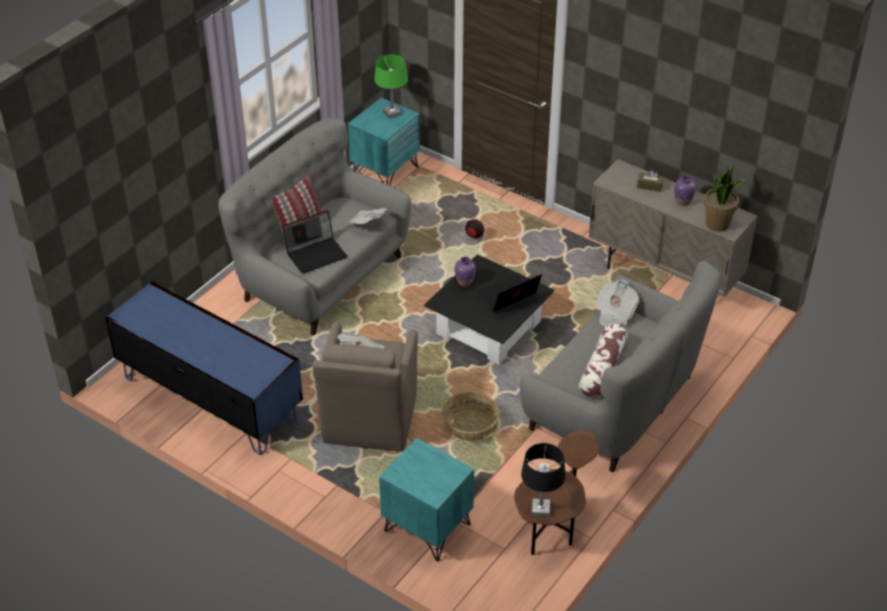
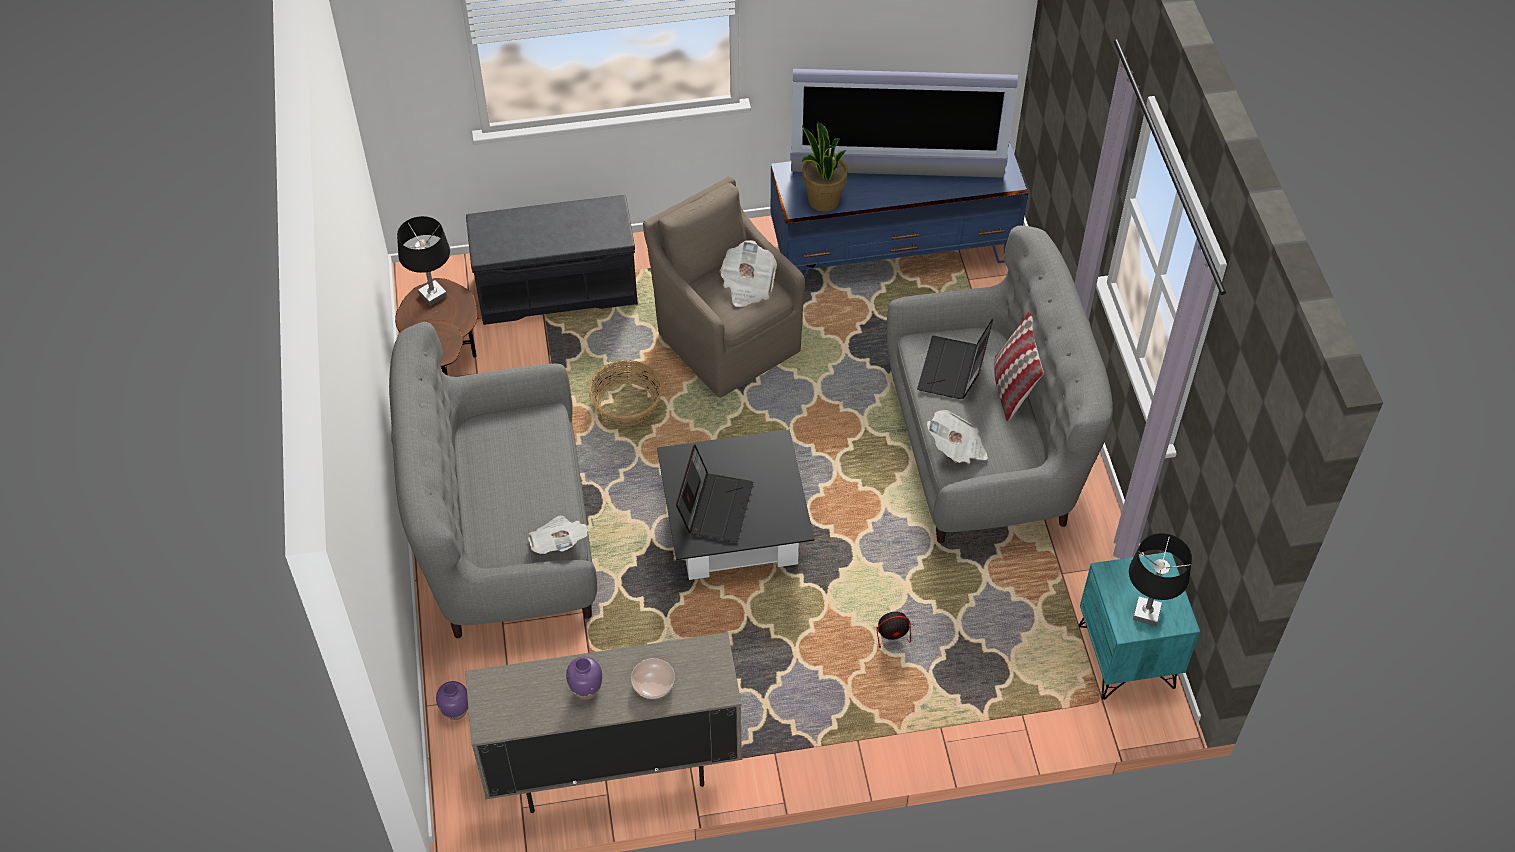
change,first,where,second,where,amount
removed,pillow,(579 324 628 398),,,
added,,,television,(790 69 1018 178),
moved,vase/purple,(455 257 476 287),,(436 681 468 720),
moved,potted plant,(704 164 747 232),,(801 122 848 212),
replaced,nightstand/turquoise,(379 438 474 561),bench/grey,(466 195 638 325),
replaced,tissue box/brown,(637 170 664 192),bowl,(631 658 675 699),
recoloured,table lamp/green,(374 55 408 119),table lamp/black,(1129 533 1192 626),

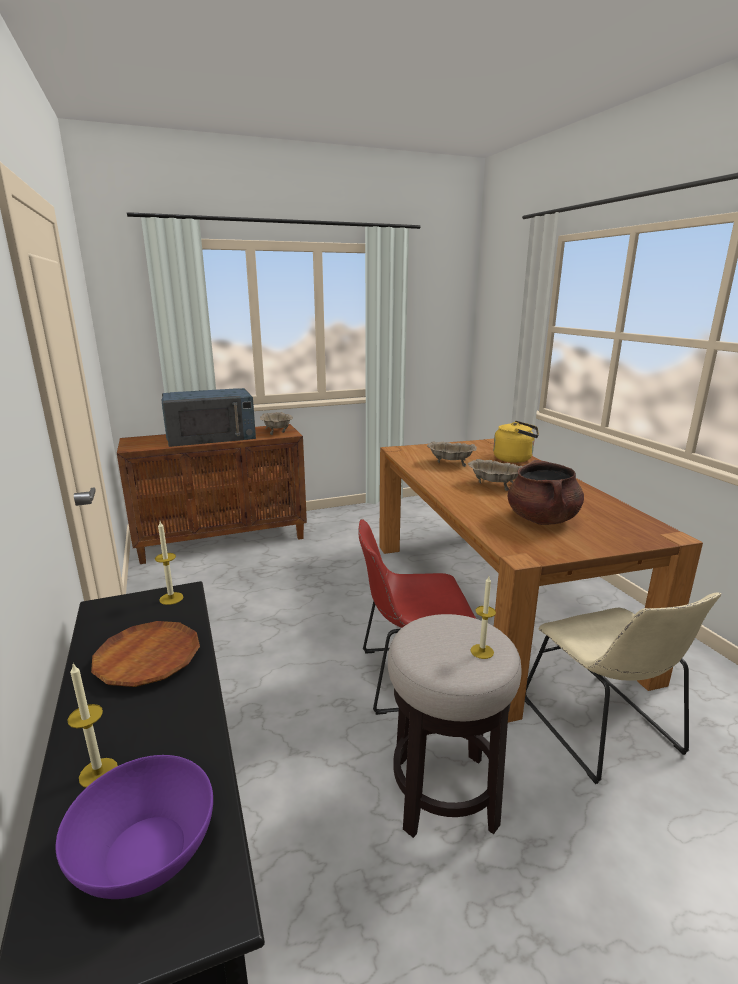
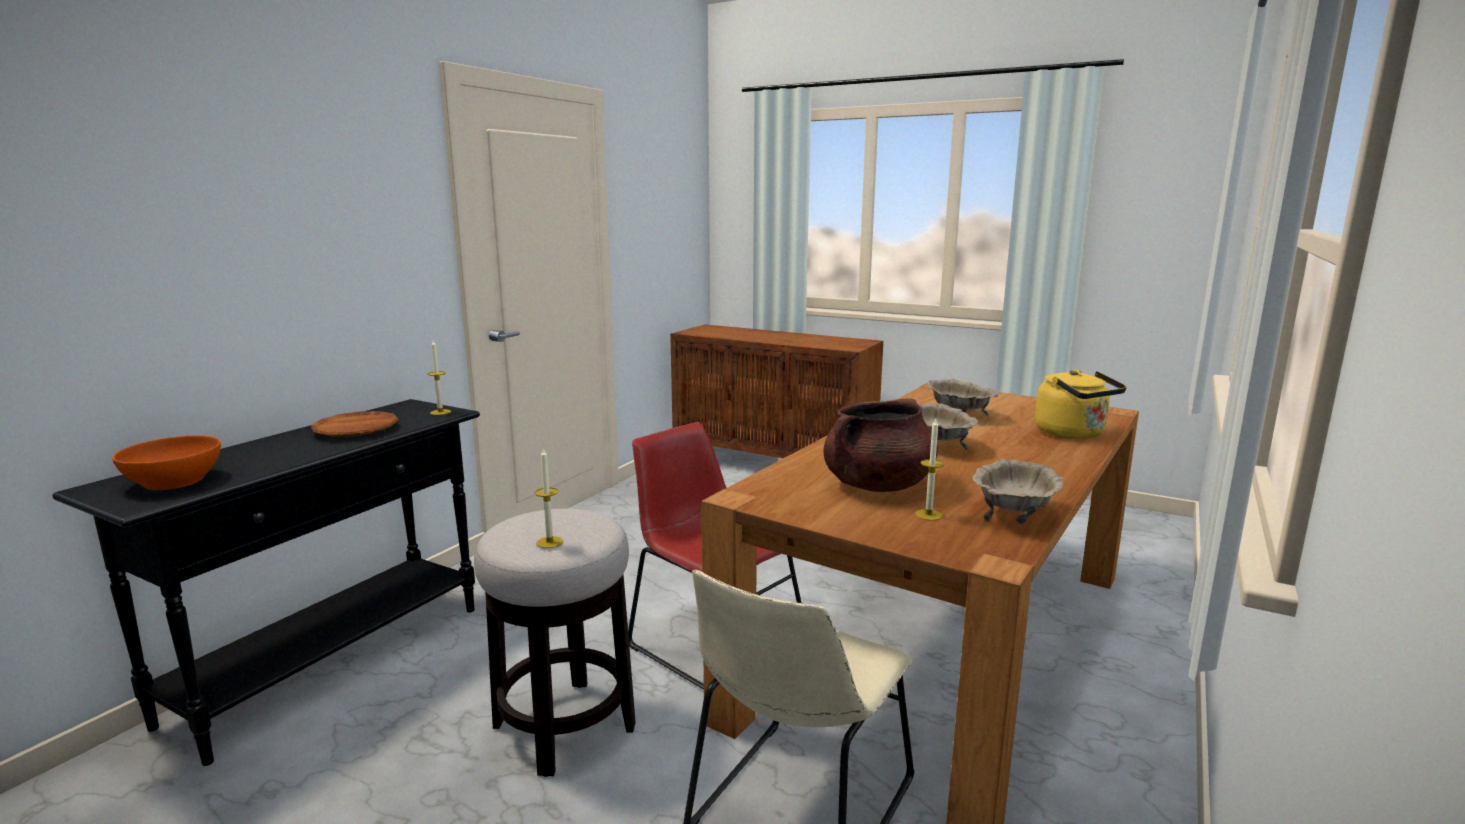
change,first,where,second,where,amount
removed,microwave/blue,(161 388 256 447),,,
moved,candle,(68 664 118 788),,(915 419 944 521),
moved,bowl/beige,(260 412 293 435),,(972 459 1064 524),
recoloured,bowl/purple,(56 755 213 899),bowl/orange,(112 435 221 490),

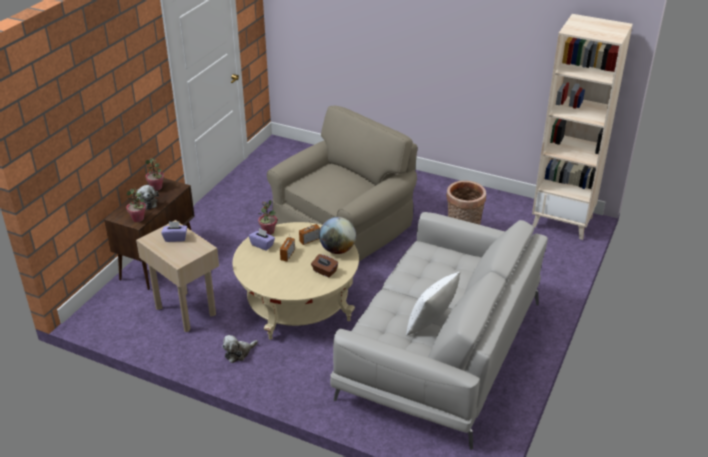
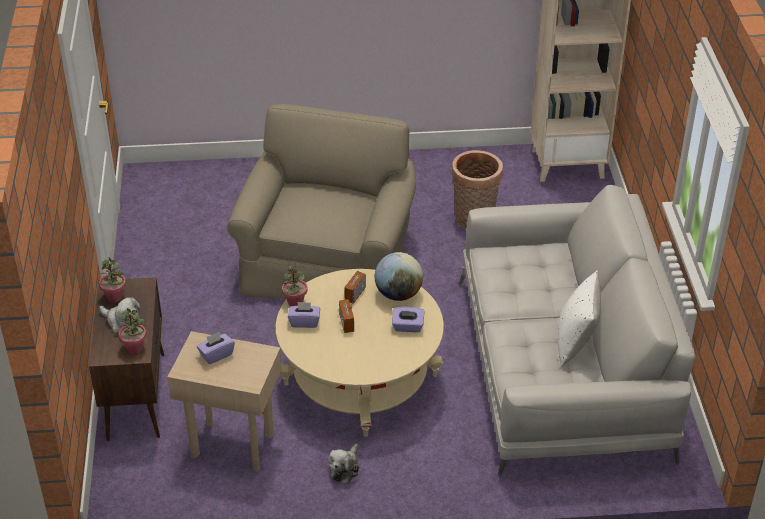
change,first,where,second,where,amount
recoloured,tissue box/brown,(311 254 338 277),tissue box/purple,(392 307 425 332),

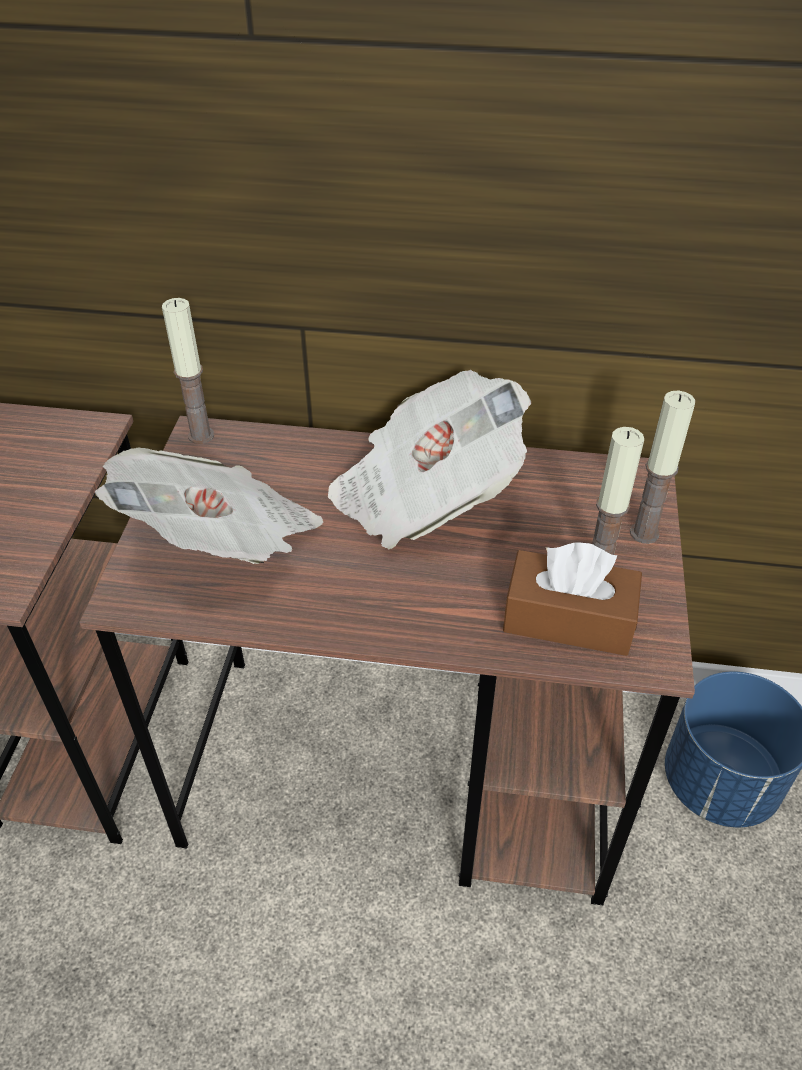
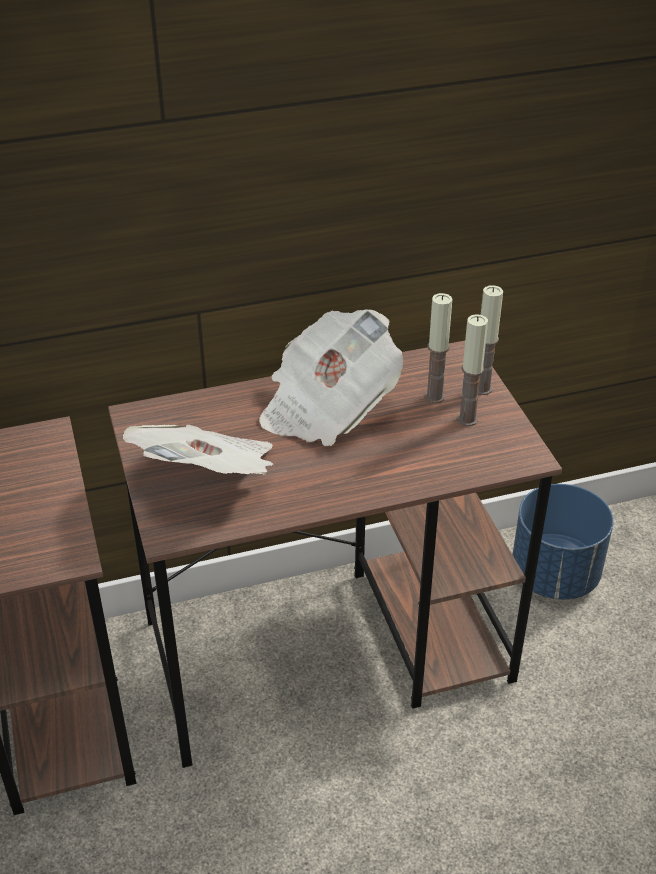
change,first,where,second,where,amount
removed,tissue box/brown,(503 542 642 656),,,
moved,candle,(162 298 214 444),,(425 293 452 404),

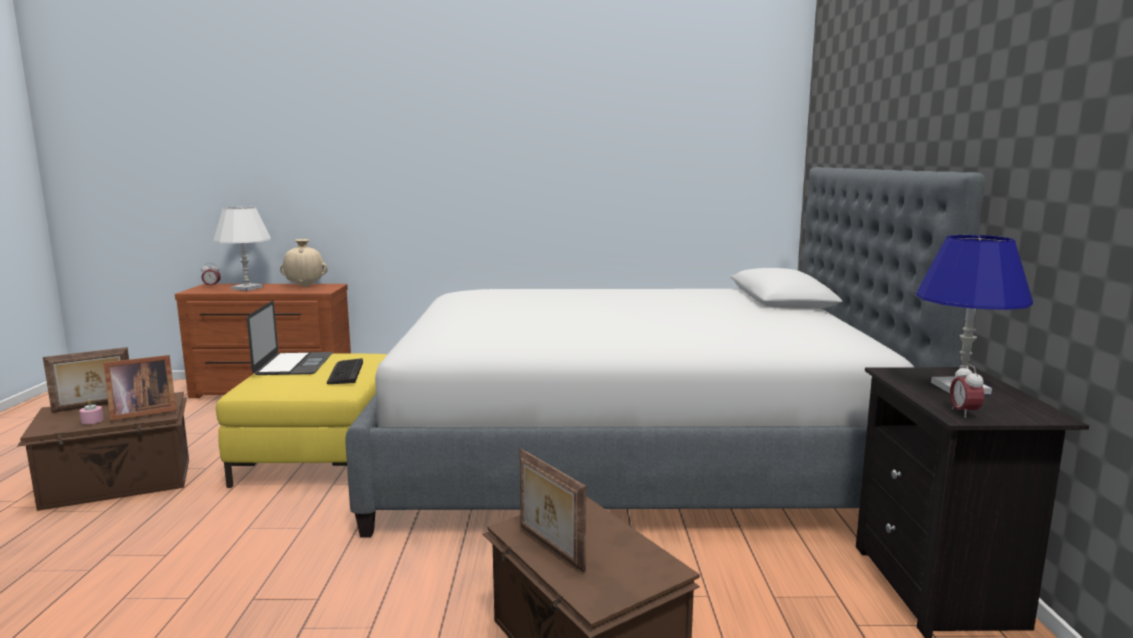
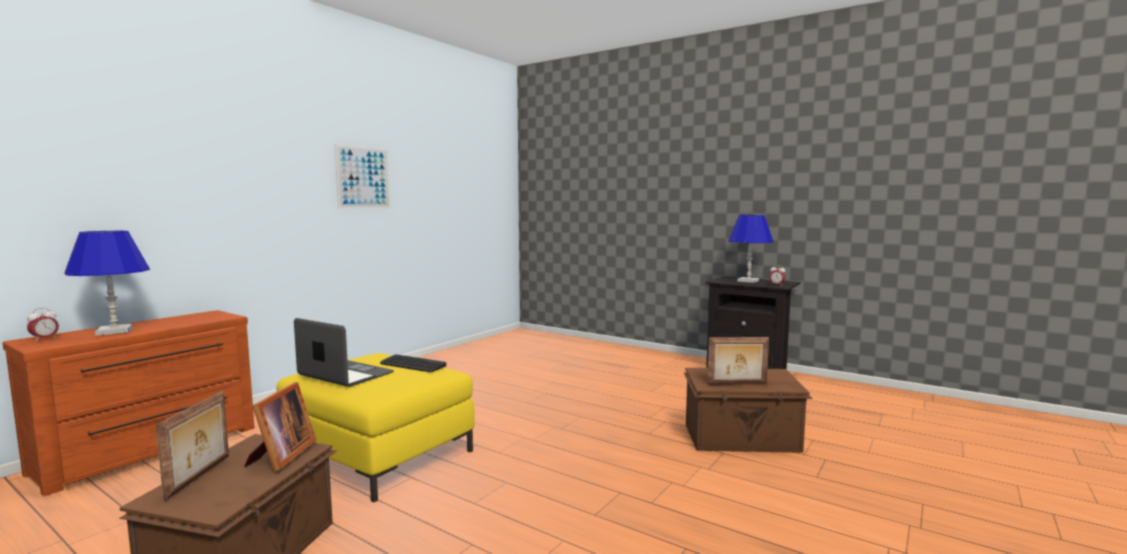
change,first,where,second,where,amount
removed,candle/pink,(79 399 104 424),,,
removed,vase/beige,(280 239 328 287),,,
removed,bed,(346 167 985 538),,,
added,,,picture,(335 144 391 209),
recoloured,table lamp/white,(213 207 271 291),table lamp/blue,(65 231 150 336),

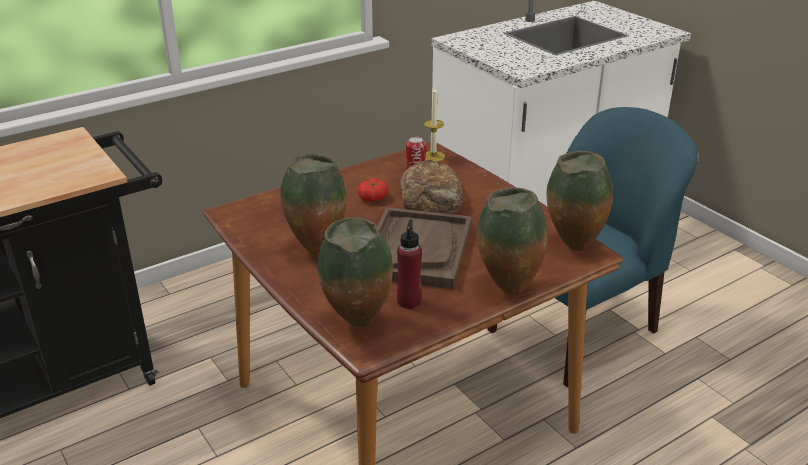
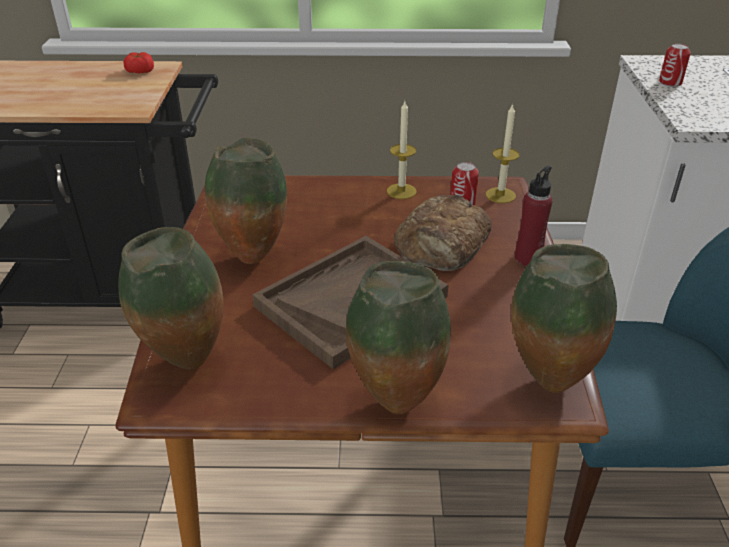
change,first,where,second,where,amount
added,,,candle,(387 101 417 199),
added,,,can,(659 43 691 87),
moved,tomato,(357 178 389 202),,(124 52 154 73),
moved,bottle/red,(397 220 422 309),,(515 166 553 266),

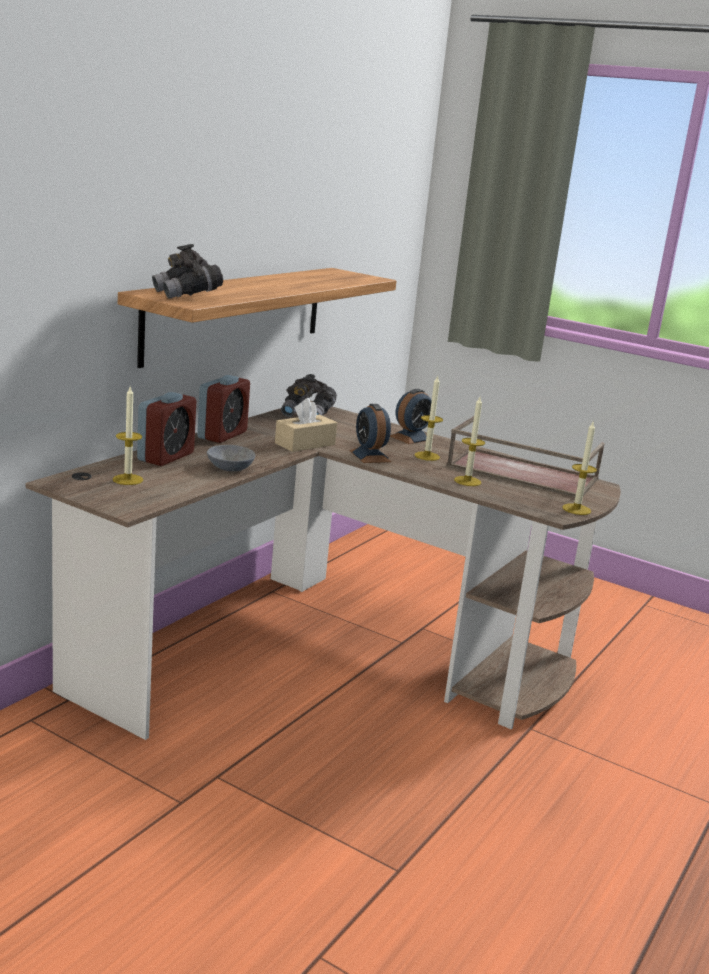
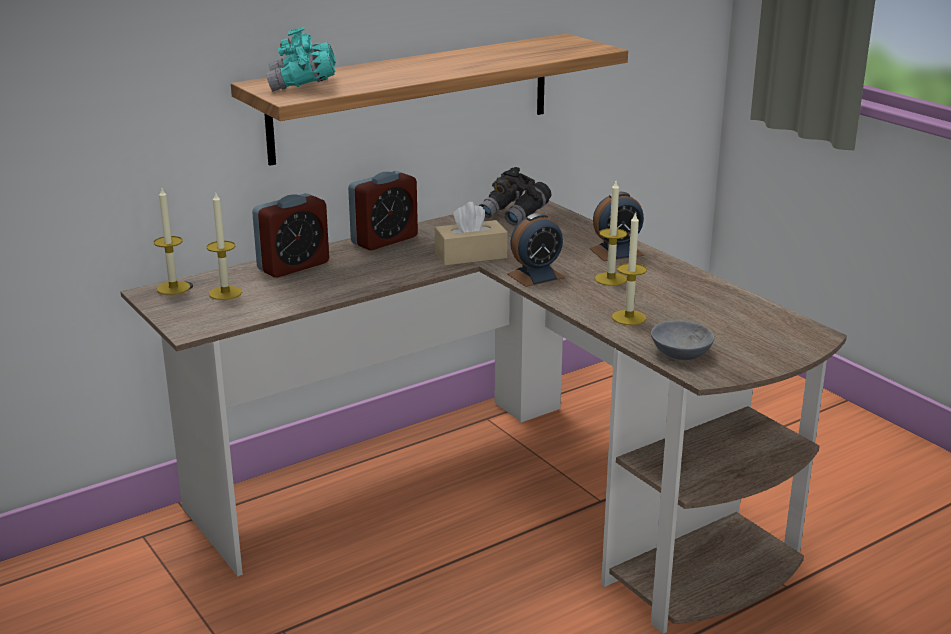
change,first,where,second,where,amount
removed,tray/brown,(446 416 605 497),,,
moved,bowl/grey,(207 445 255 471),,(651 321 714 360),
moved,candle,(562 422 597 515),,(154 186 190 295),
recoloured,binoculars/grey,(152 244 223 299),binoculars/turquoise,(266 27 336 91),
turned,alarm clock,(350 404 391 463),,(507 213 565 287),120 degrees counterclockwise

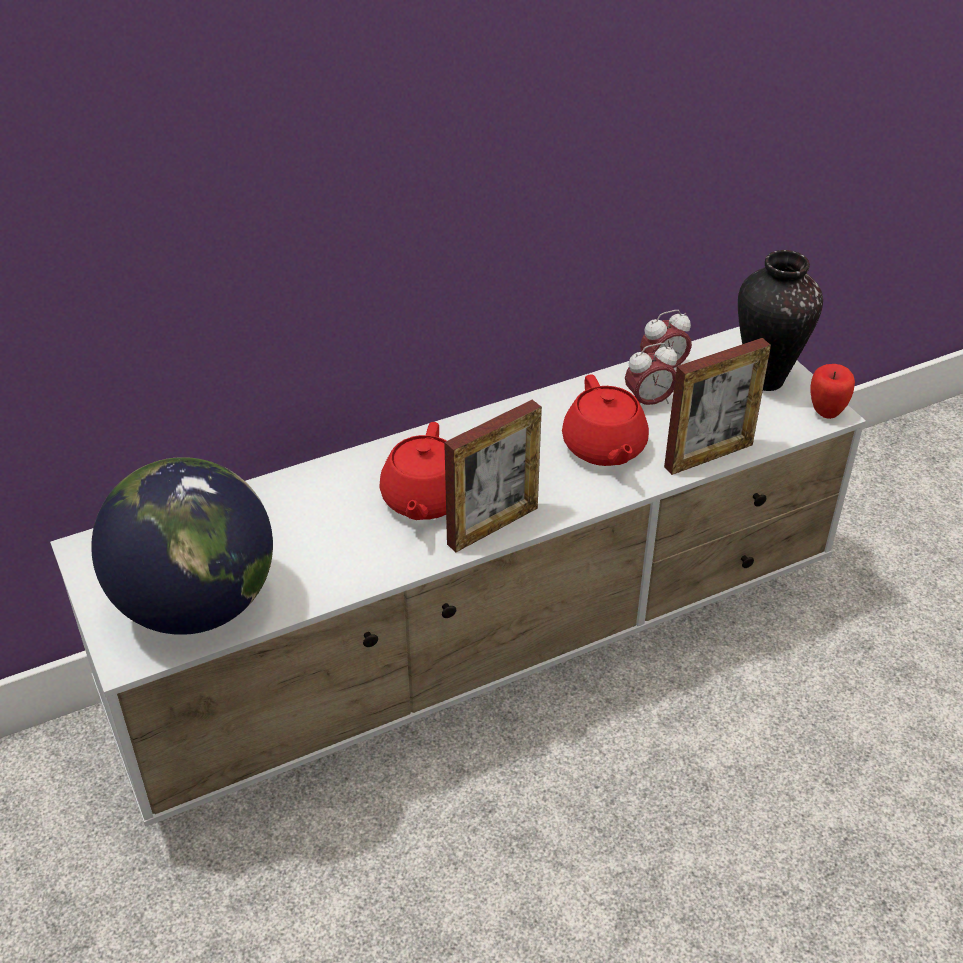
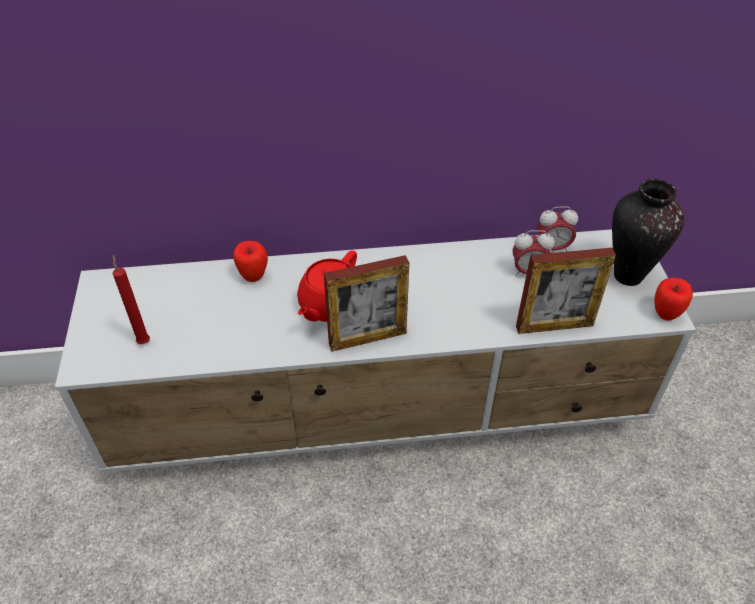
change,first,where,second,where,amount
removed,teapot/red,(562 375 649 466),,,
added,,,apple,(233 241 268 282),
replaced,globe,(91 457 273 635),candle/red,(112 255 150 344),

